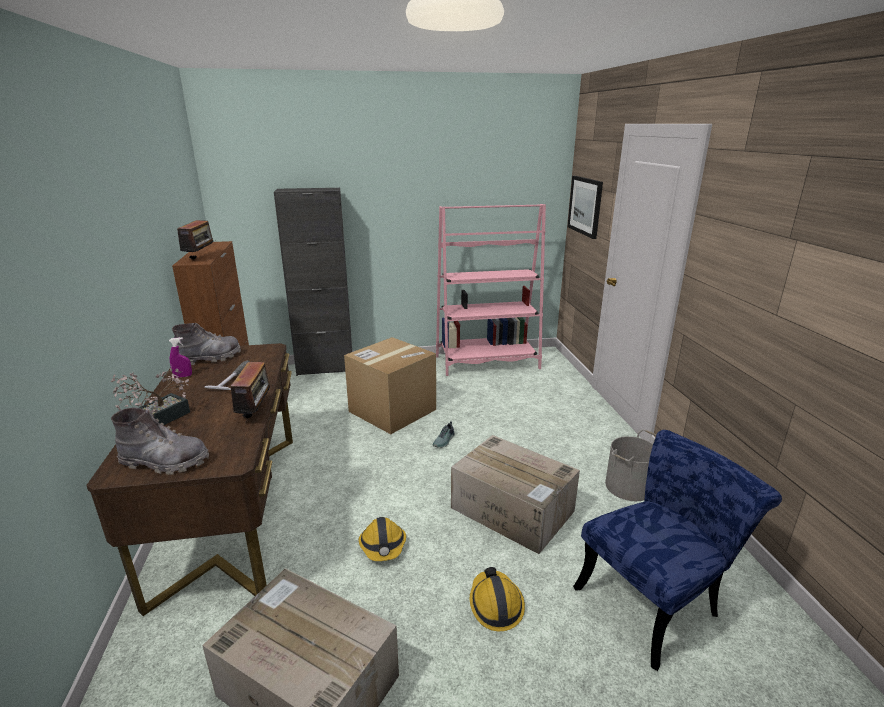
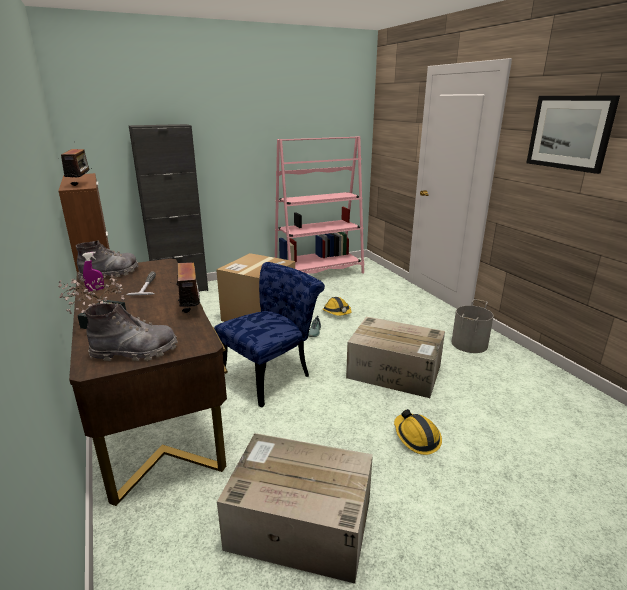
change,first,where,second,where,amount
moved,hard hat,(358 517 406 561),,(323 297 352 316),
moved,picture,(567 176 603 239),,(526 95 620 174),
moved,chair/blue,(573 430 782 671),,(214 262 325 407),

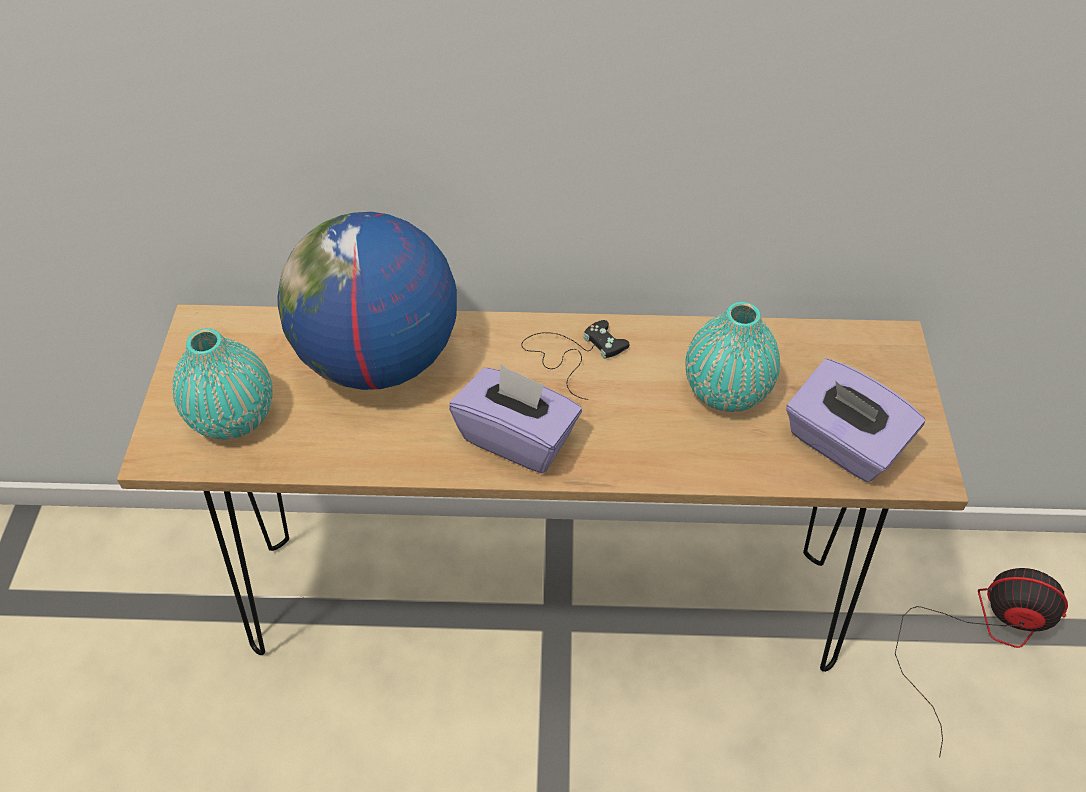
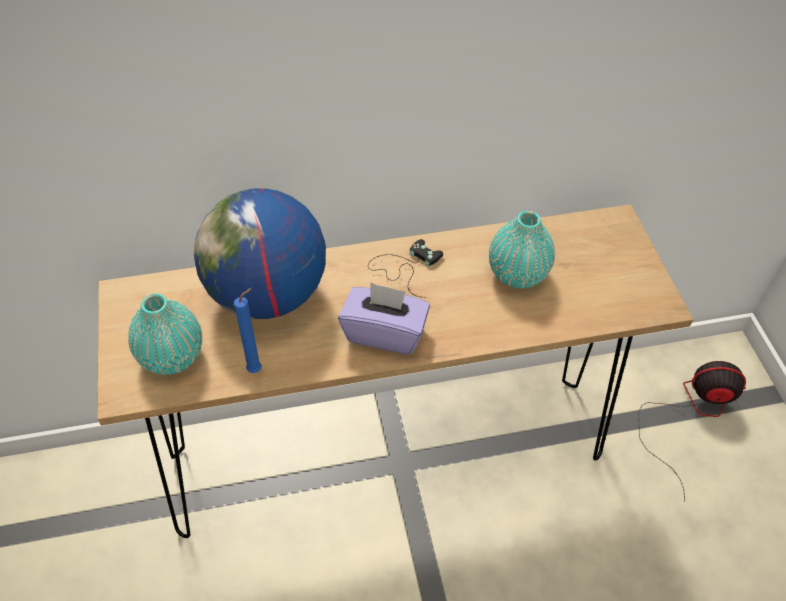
change,first,where,second,where,amount
removed,tissue box/purple,(786 359 925 482),,,
added,,,candle/blue,(234 287 262 373),

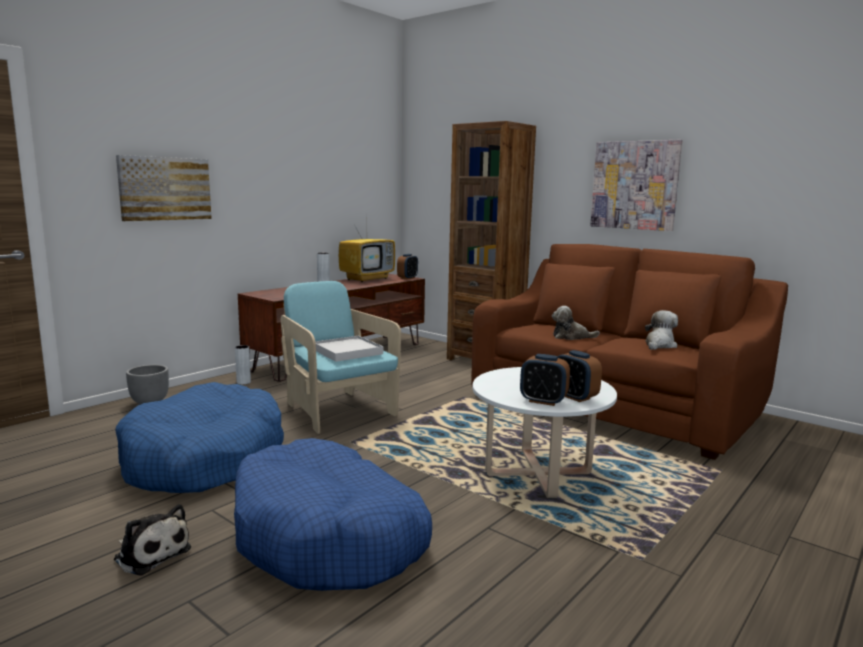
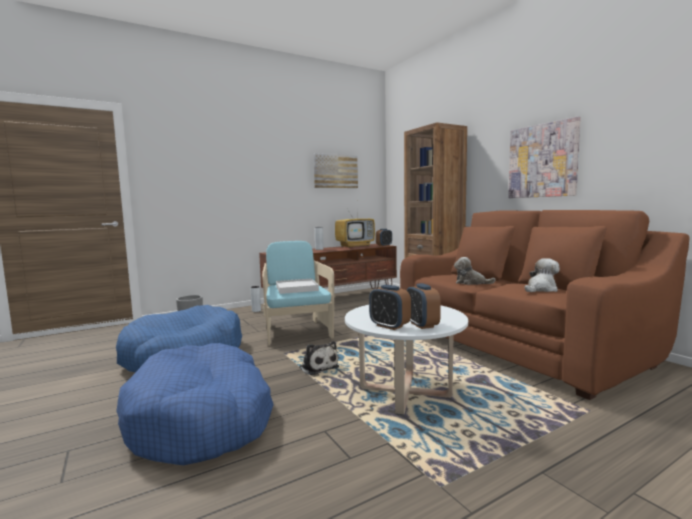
change,first,where,second,where,amount
moved,plush toy,(114 504 191 575),,(299 341 339 376),
moved,picture,(116 155 212 221),,(313 153 358 188),

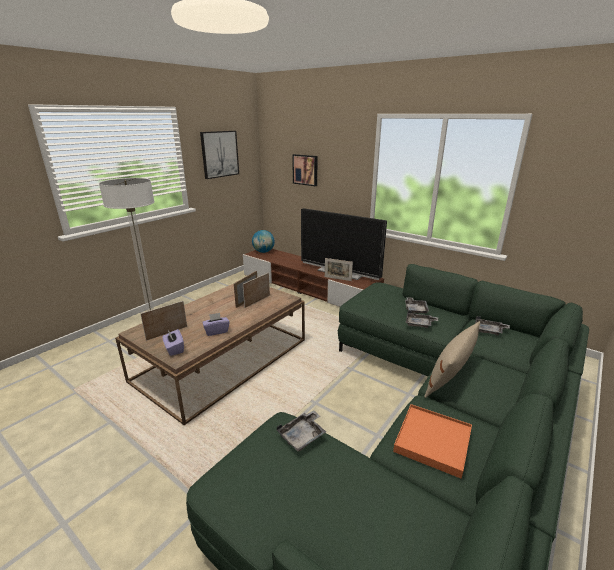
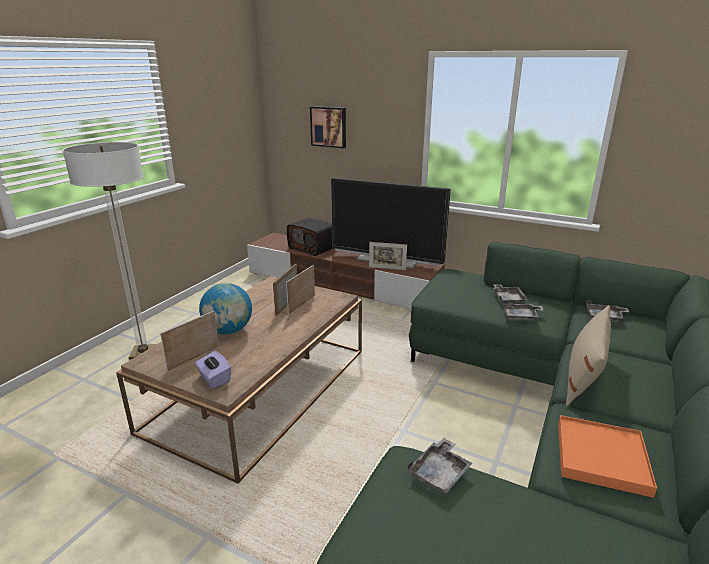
change,first,where,second,where,amount
removed,picture,(200 131 239 179),,,
removed,tissue box/purple,(202 313 230 336),,,
added,,,radio,(287 218 333 256),
moved,globe,(252 230 275 253),,(199 283 252 334),

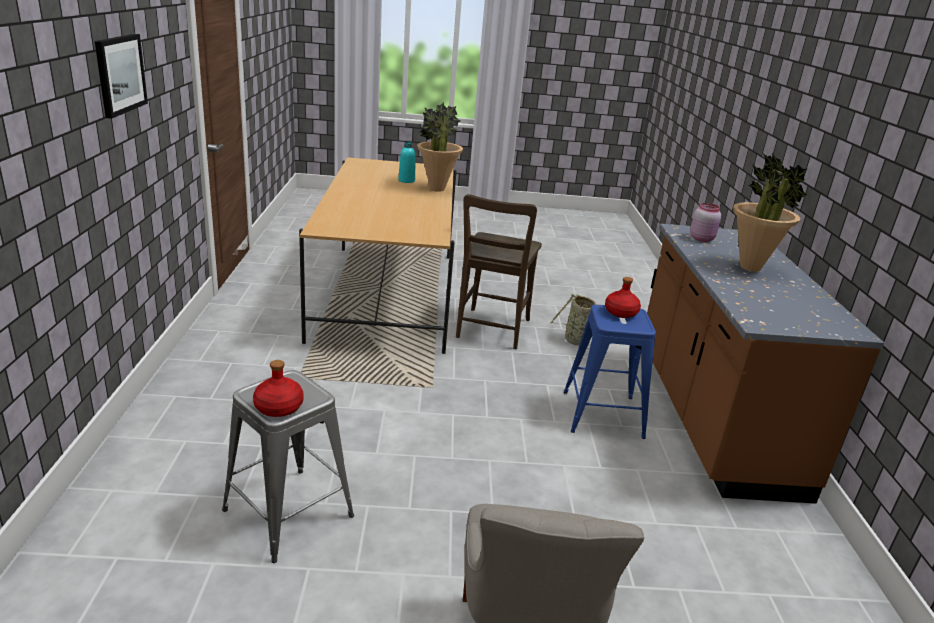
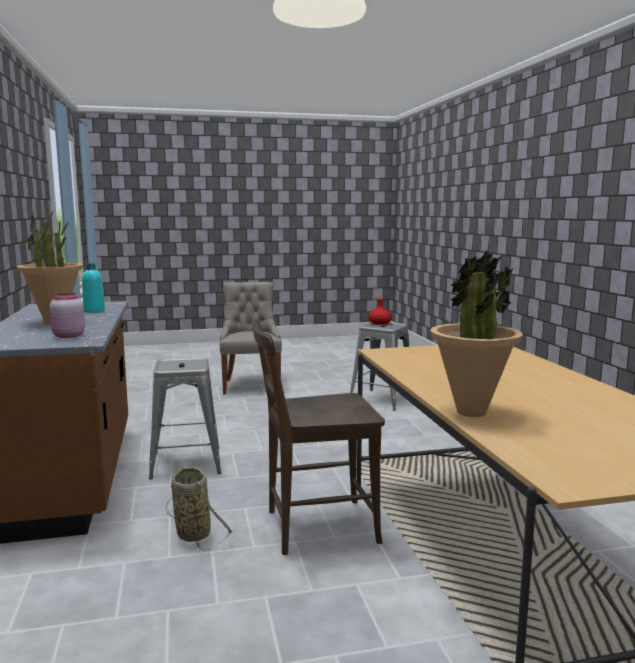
change,first,where,second,where,amount
removed,picture,(95 34 148 119),,,
removed,bottle/red,(605 277 641 318),,,
moved,bottle/turquoise,(398 142 416 183),,(82 263 105 313),
recoloured,stool/blue,(564 305 656 439),stool/grey,(149 358 221 479),
turned,chair/brown,(456 194 542 349),,(253 319 385 555),105 degrees counterclockwise

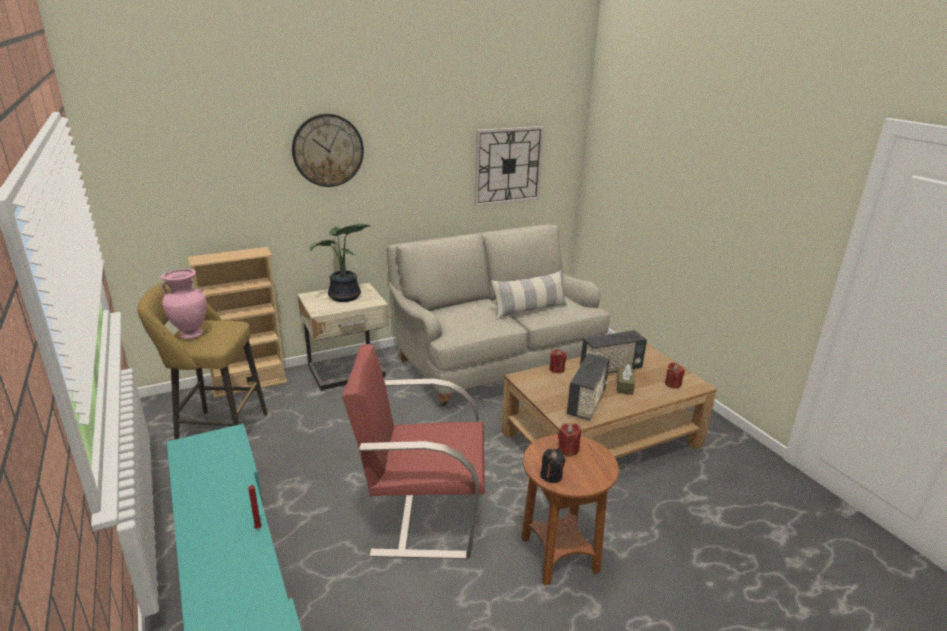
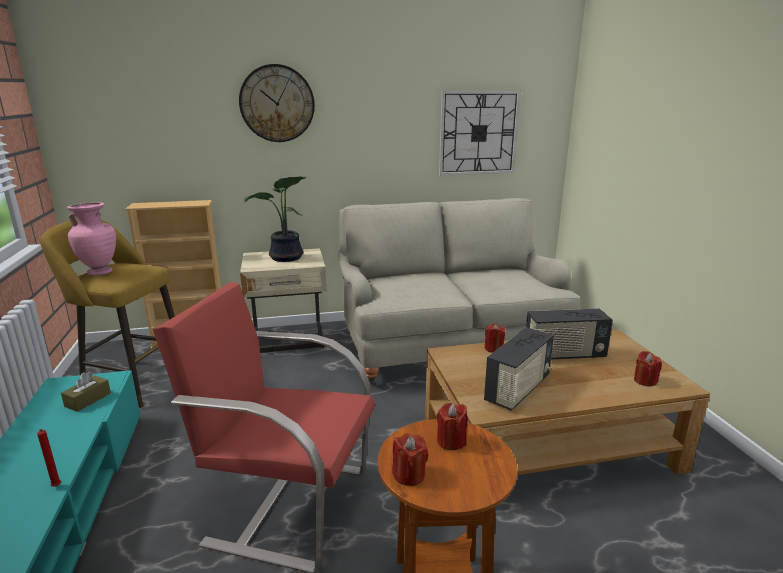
change,first,where,second,where,amount
removed,pillow,(491 270 567 319),,,
moved,tissue box/brown,(617 364 635 395),,(61 372 111 412),
recoloured,candle/black,(540 449 565 483),candle/red,(392 433 428 486),

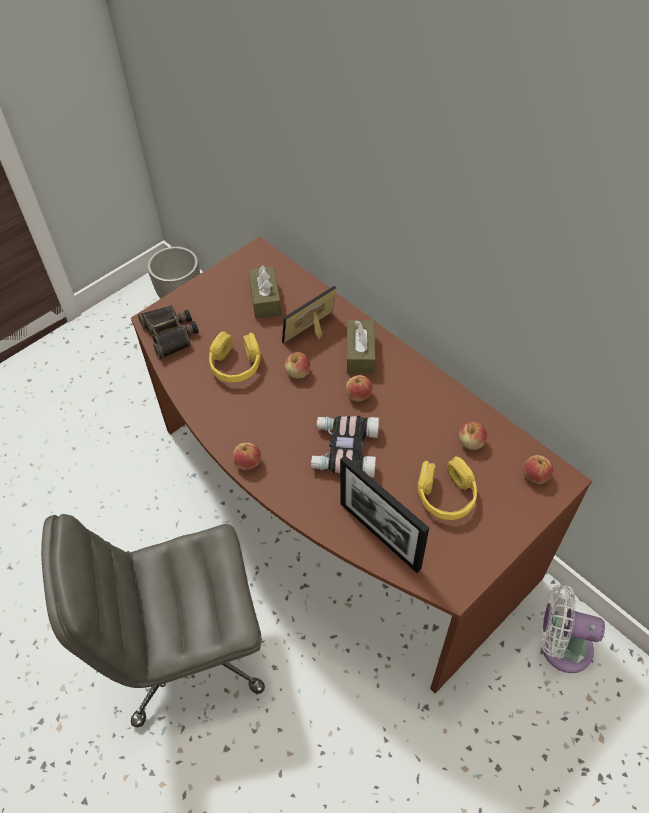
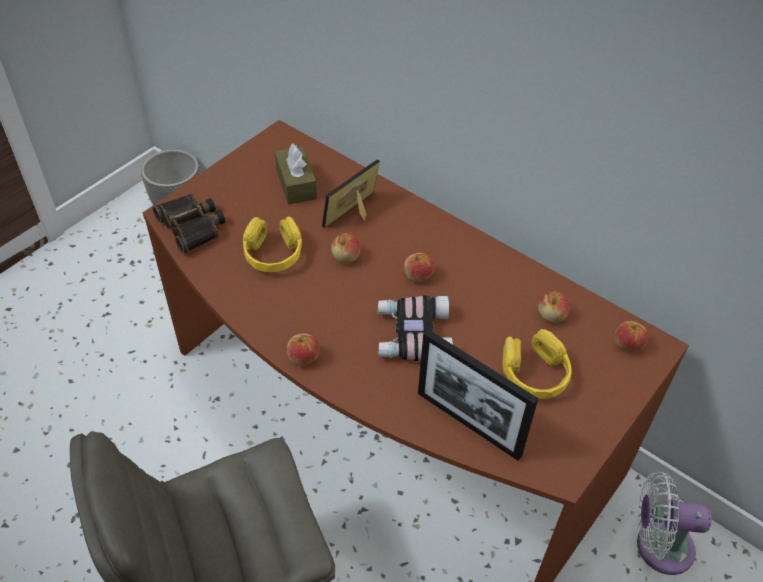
change,first,where,second,where,amount
removed,tissue box/brown,(347 320 376 374),,,

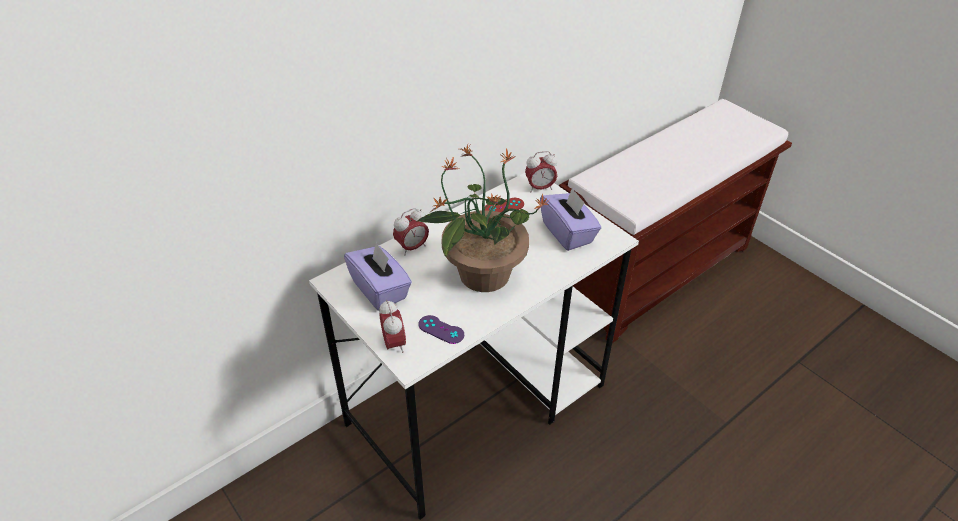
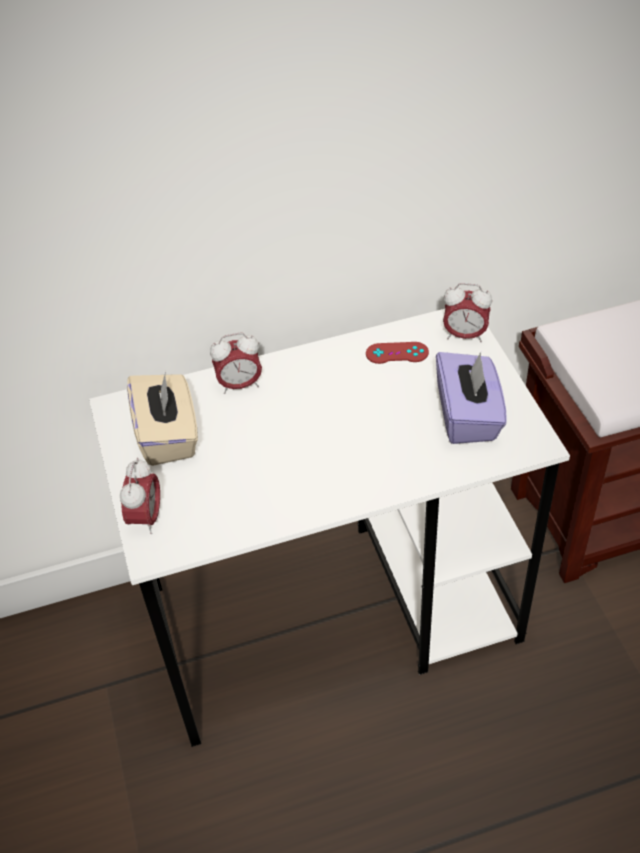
change,first,where,second,where,amount
removed,potted plant,(416 145 550 292),,,
removed,game controller/purple,(419 315 464 344),,,
recoloured,tissue box/purple,(344 242 412 311),tissue box/beige,(127 371 198 466),

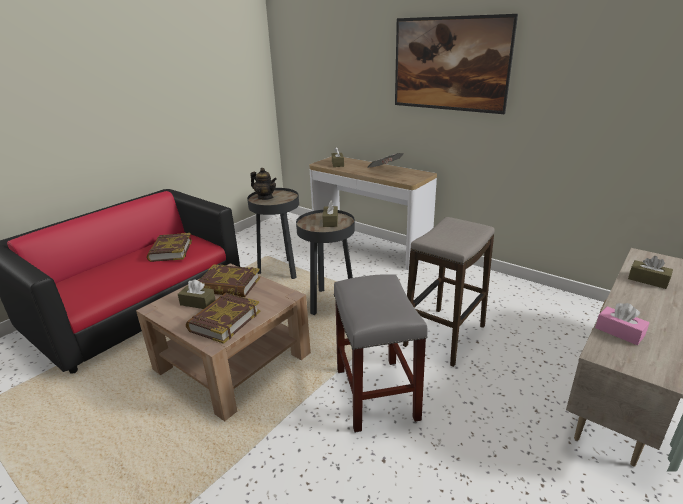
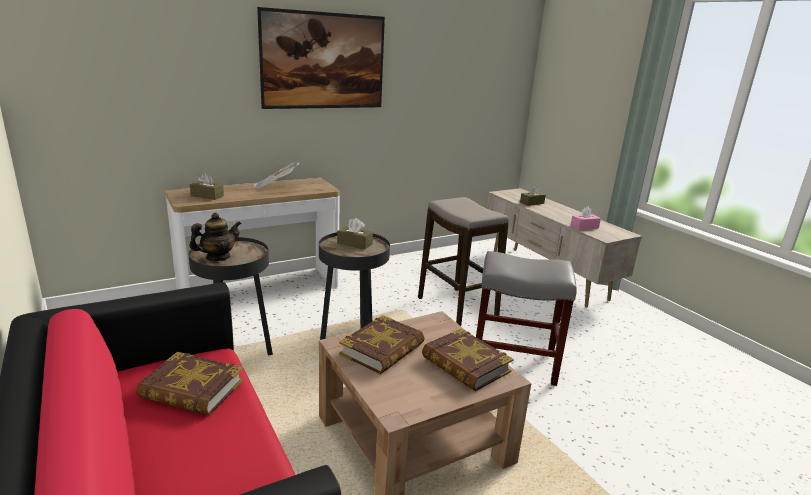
change,first,where,second,where,amount
removed,tissue box/brown,(178 279 216 309),,,

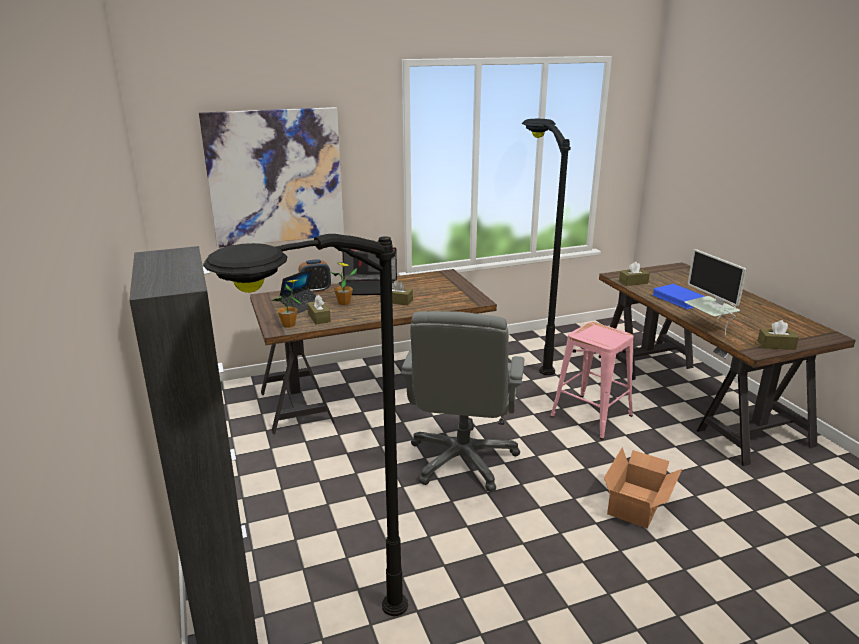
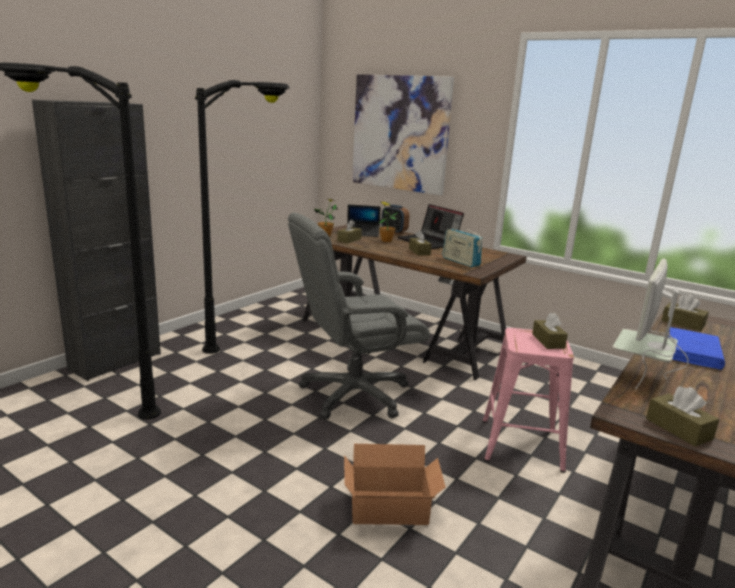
change,first,where,second,where,amount
added,,,radio,(442 223 482 267),
added,,,tissue box/brown,(532 313 568 349),
moved,floor lamp/black,(522 119 571 375),,(195 80 290 354),

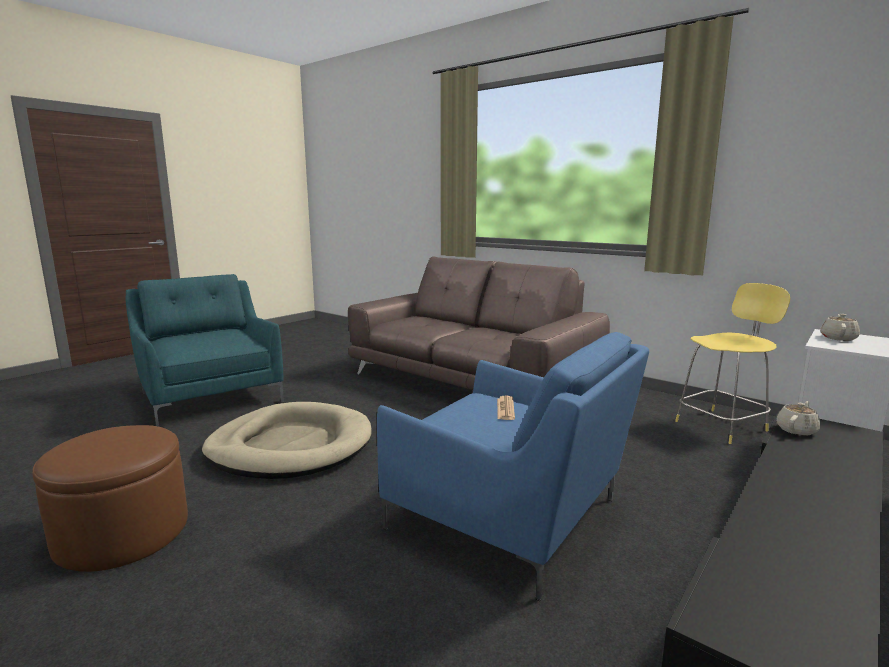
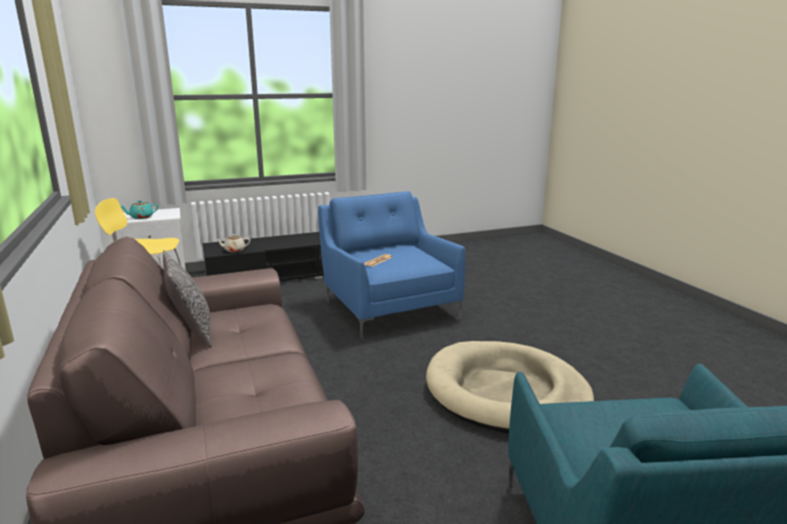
change,first,where,second,where,amount
removed,ottoman/brown,(32 425 188 572),,,
added,,,pillow,(163 250 211 347),
recoloured,teapot/beige,(820 314 860 341),teapot/turquoise,(121 200 159 219),

